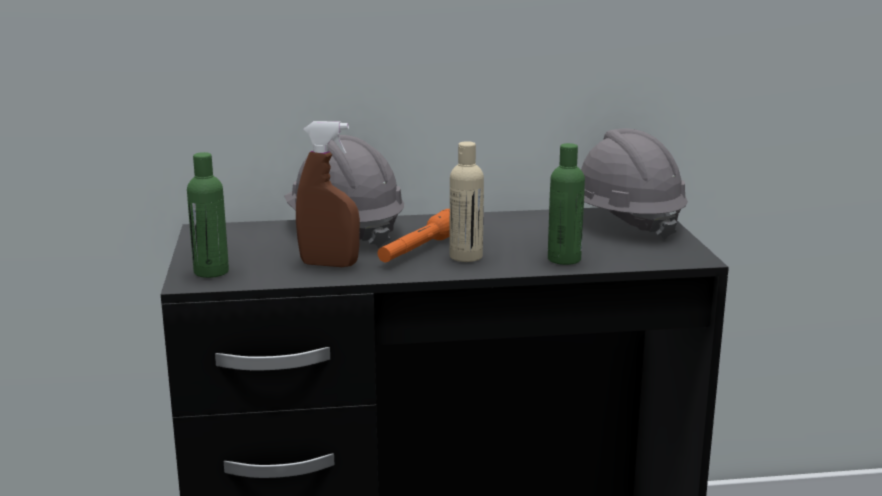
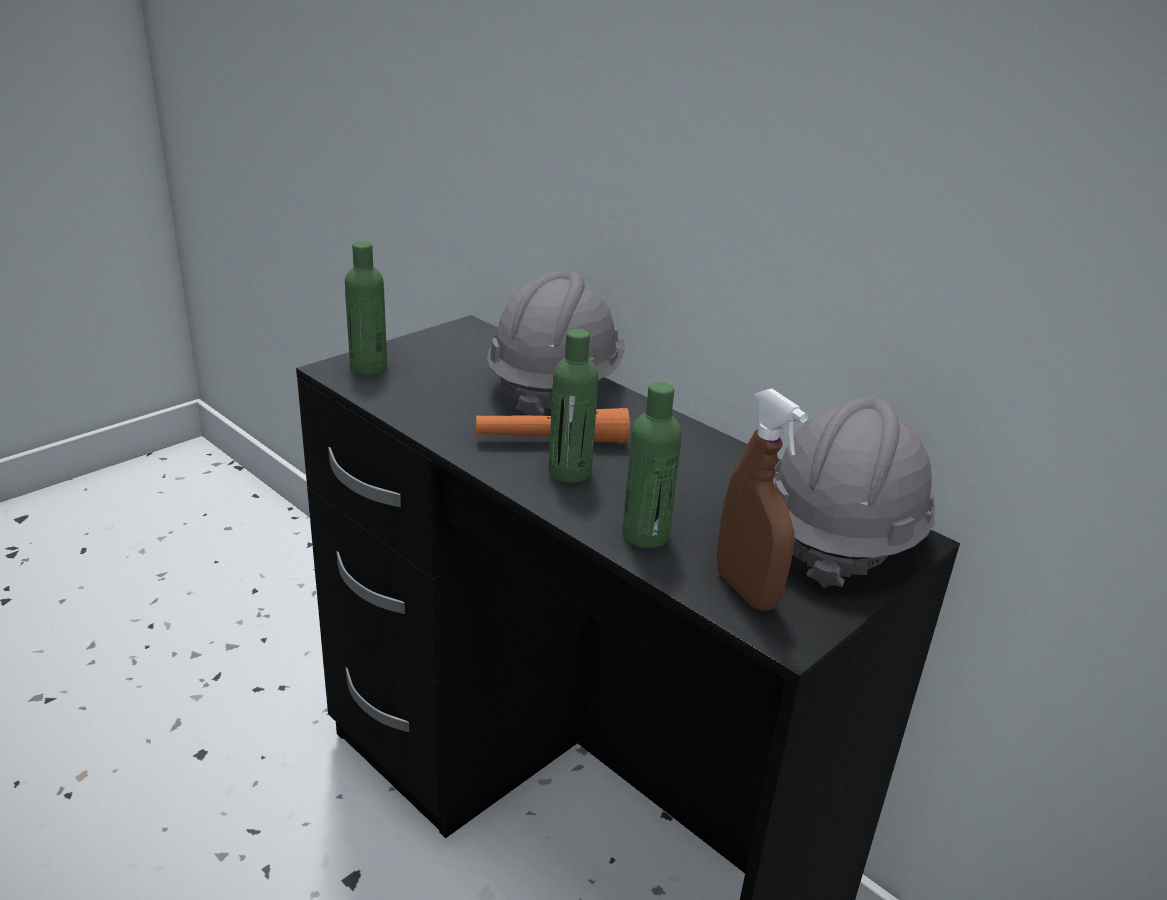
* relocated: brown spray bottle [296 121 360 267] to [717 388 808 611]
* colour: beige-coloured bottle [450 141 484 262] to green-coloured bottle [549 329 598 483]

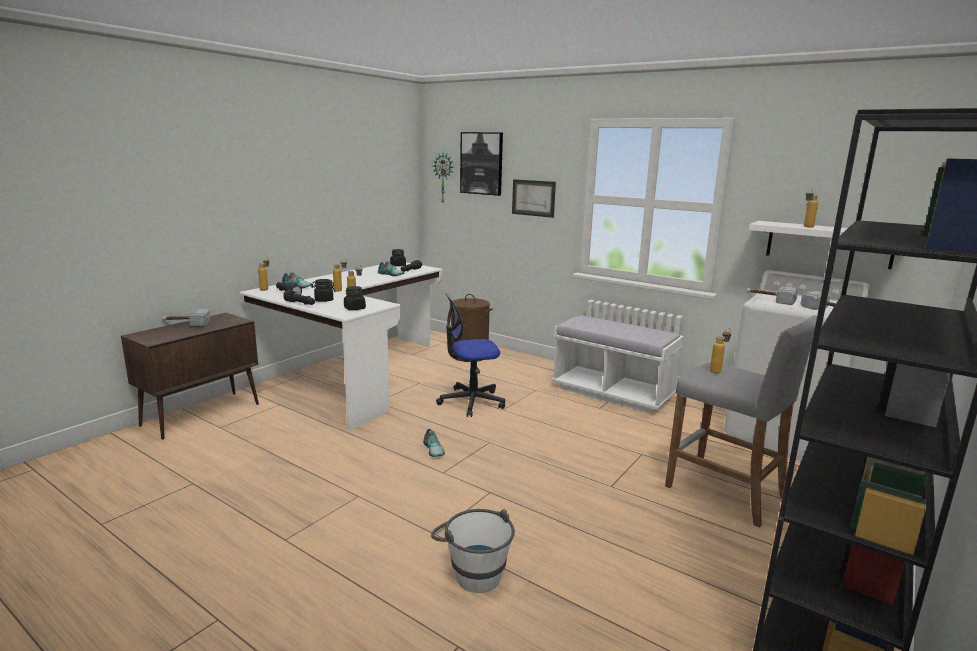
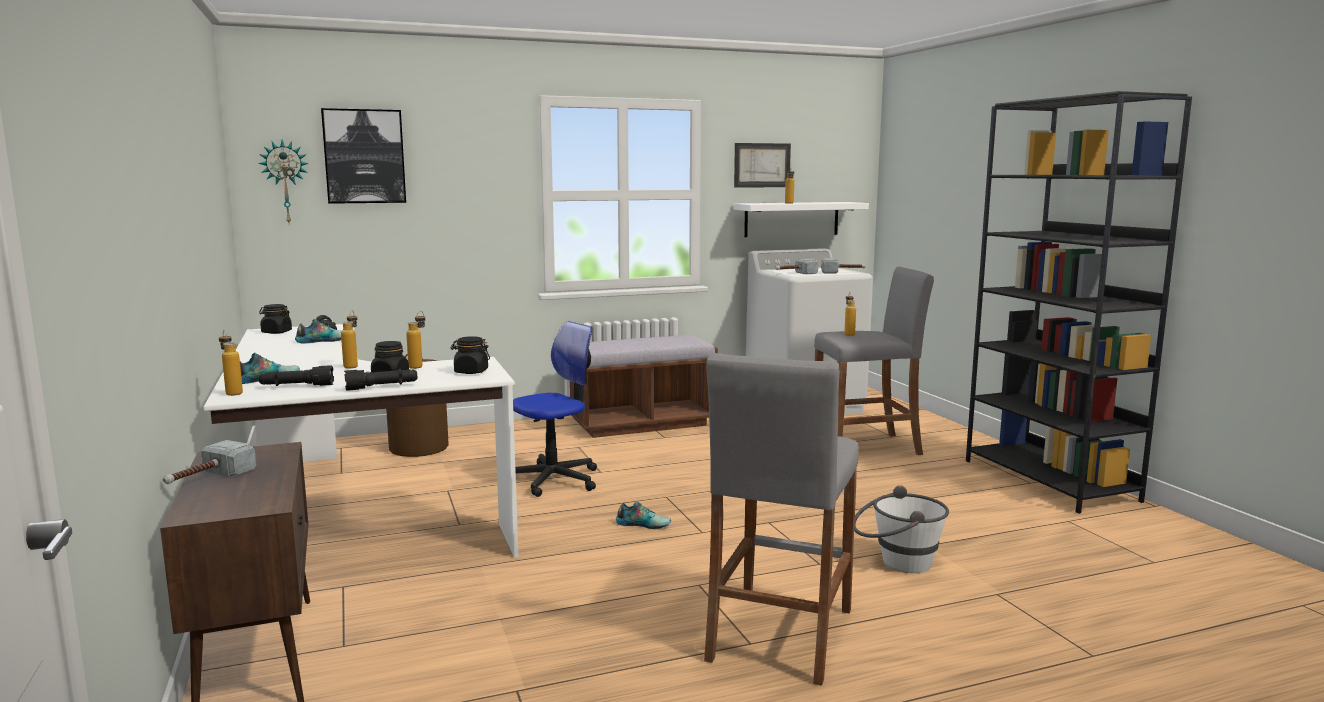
* spun: office chair [436 293 505 417] = [513 321 597 497] 150 degrees counterclockwise
* relocated: wall picture [512 179 556 218] to [734 143 791 188]
* colour: white indoor bench [552 315 684 414] to brown indoor bench [570 335 718 438]
* appeared: gray sitting stool [704 353 859 686]

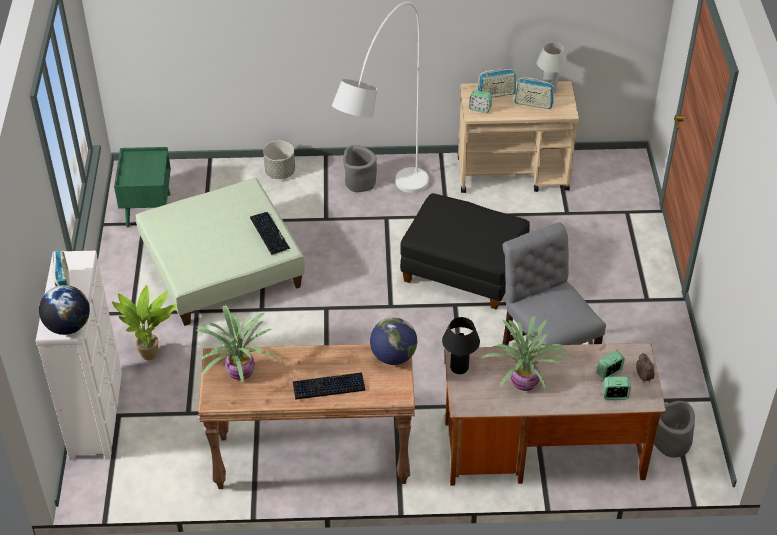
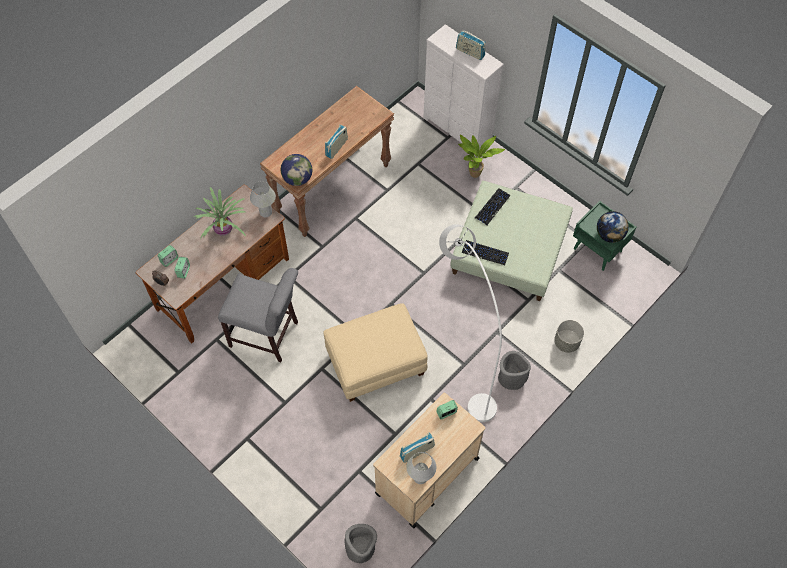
* relocated: globe [39 285 90 335] to [597 211 629 243]
* missing: houseplant [196 305 278 383]
* relocated: computer keyboard [293 372 365 400] to [475 188 511 225]
* colour: blackish ottoman [400 193 530 310] to beige-coloured ottoman [324 303 427 402]
* colour: blackish lamp for a table [442 317 480 374] to white lamp for a table [250 181 276 217]
* relocated: radio [478 69 516 98] to [325 125 348 159]
* relocated: gray planter [654 401 695 458] to [344 524 377 563]

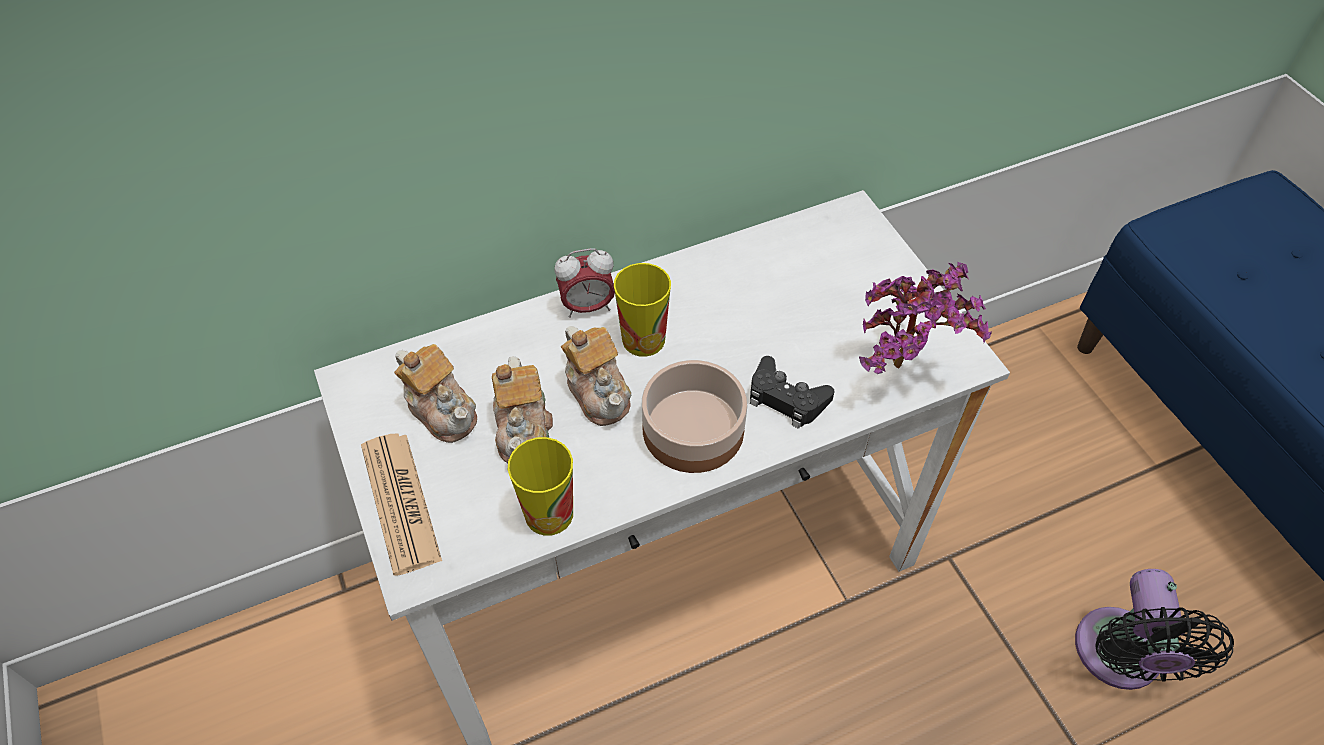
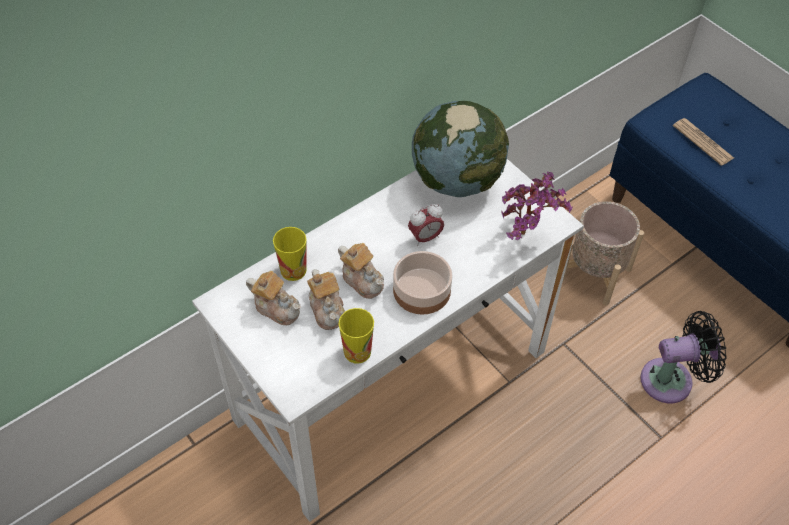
* relocated: printed paper [361 433 442 576] to [673 118 734 166]
* relocated: table clock [555 248 615 318] to [408 204 444 246]
* relocated: drinking cup [614 263 671 357] to [273 227 307 281]
* missing: blackish joypad [750 356 834 429]
* spun: blackish electric fan [1075 569 1234 690] = [640 311 727 403] 90 degrees counterclockwise
* appeared: globe [412 101 509 197]
* appeared: beige-coloured planter [563 201 644 305]

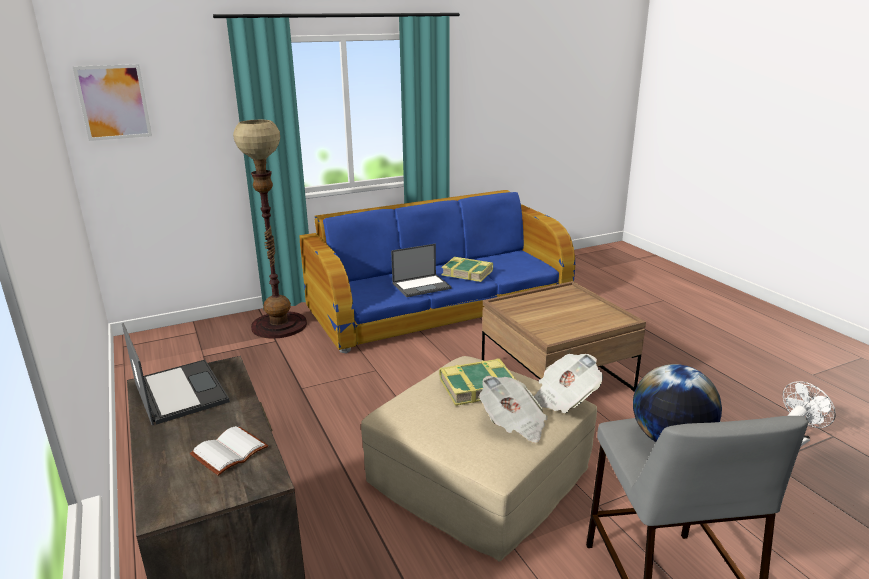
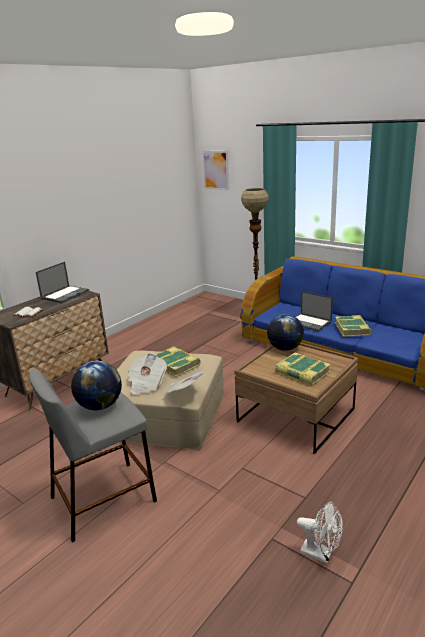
* appeared: globe [267 314 304 351]
* appeared: volume [275 352 331 385]

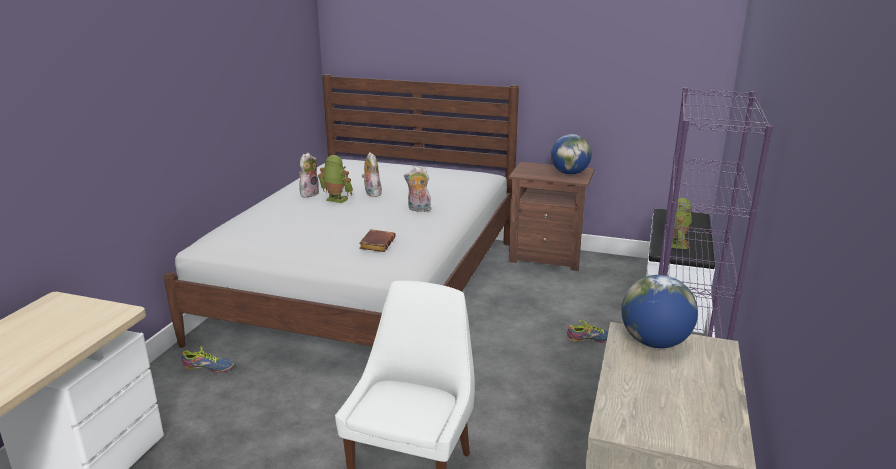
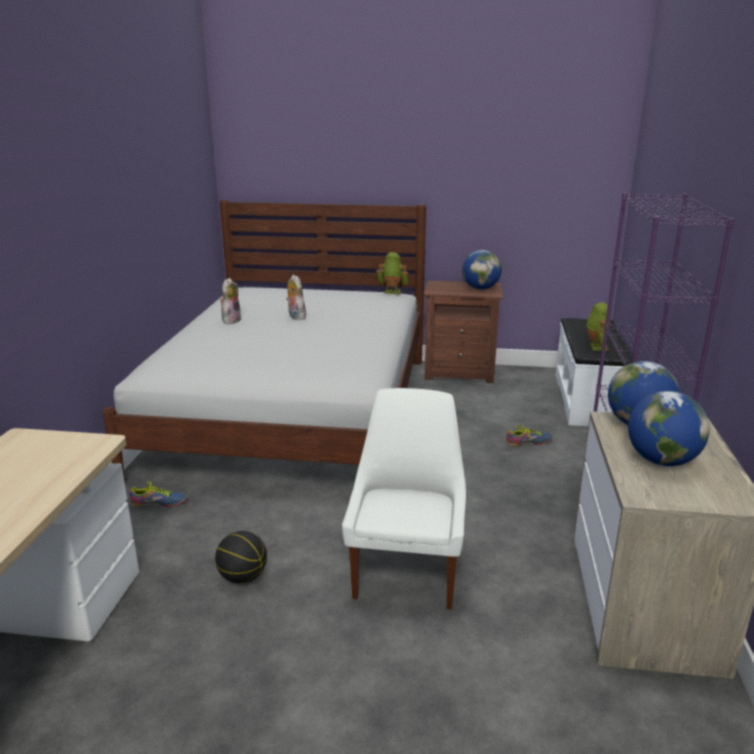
* relocated: robot figure [318 155 353 203] to [376 252 409 294]
* missing: brown volume [359 229 396 252]
* missing: cuddly toy [404 167 431 212]
* appeared: ball for basketball [215 531 267 583]
* appeared: globe [628 391 710 466]

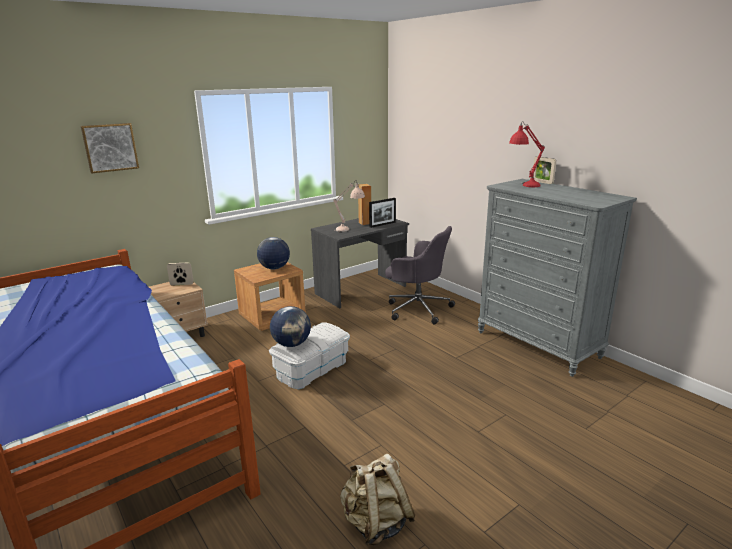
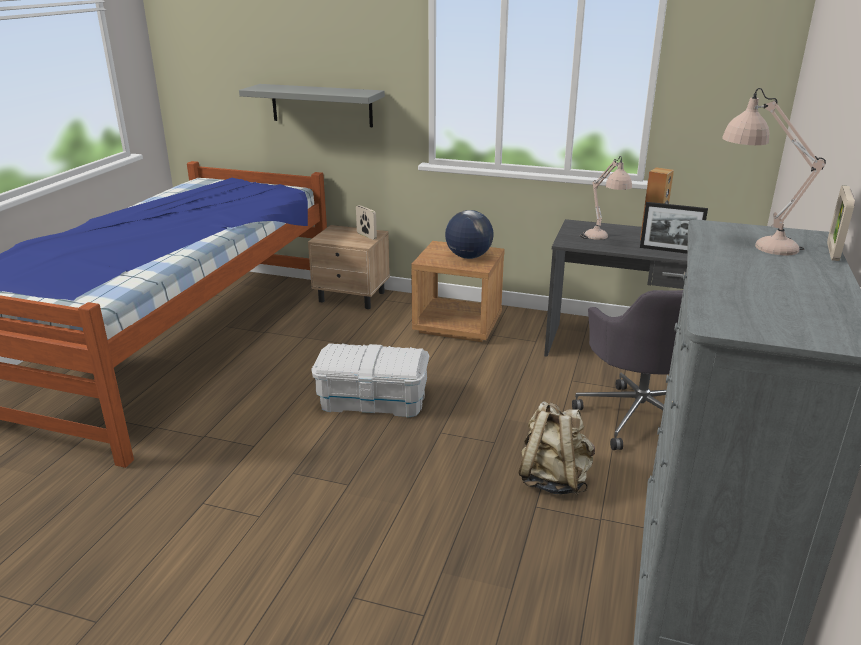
* missing: wall picture [81 123 139 173]
* missing: globe [270 306 311 347]
* relocated: beige-coloured knapsack [340 453 416 545] to [519 401 595 495]
* colour: reddish lamp for a table [509 121 545 187] to beige-coloured lamp for a table [722 88 826 256]
* appeared: gray bracket shelf [239 84 385 127]

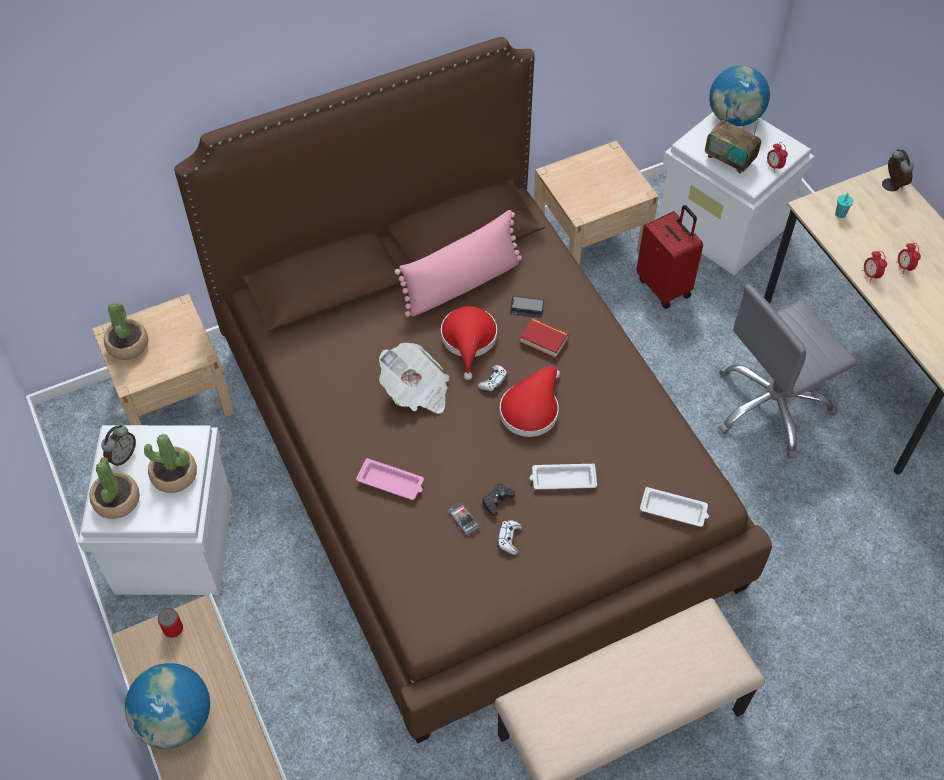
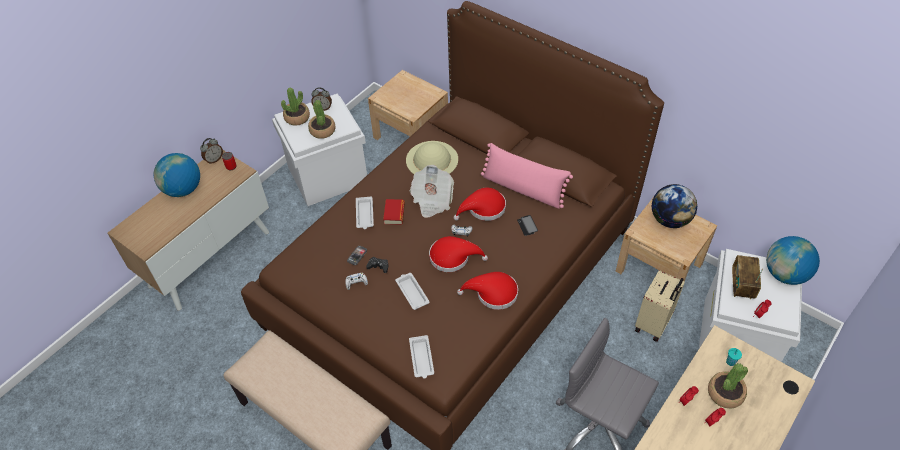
* relocated: houseplant [104 303 148 360] to [708 363 748 408]
* colour: pink tray [356 458 424 500] to white tray [356 196 374 229]
* relocated: volume [520 318 569 359] to [383 199 405 225]
* colour: reddish piece of luggage [636 205 703 309] to beige-coloured piece of luggage [635 270 685 341]
* relocated: table clock [888 149 914 189] to [200 138 223 164]
* appeared: beige-coloured hat [406 141 458 174]
* appeared: reddish hat [457 272 518 310]
* appeared: globe [652 184 697 228]

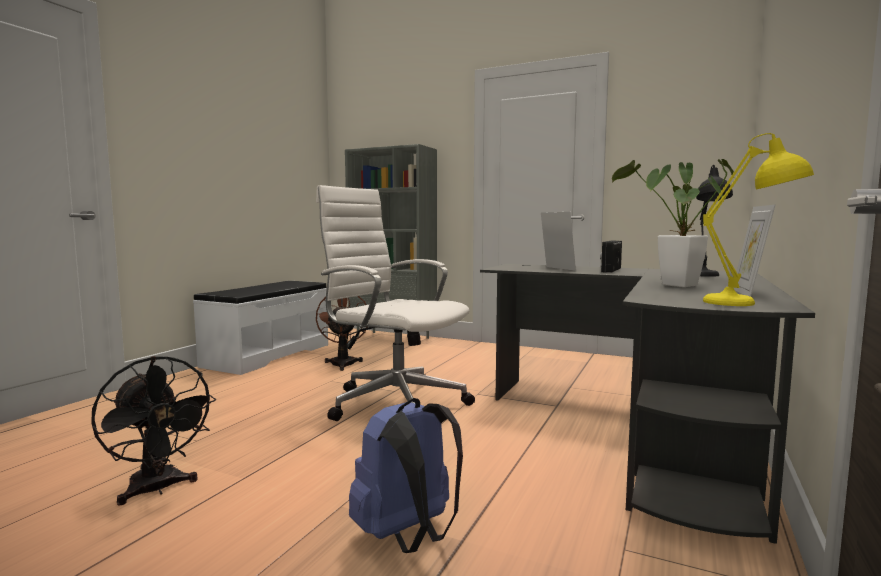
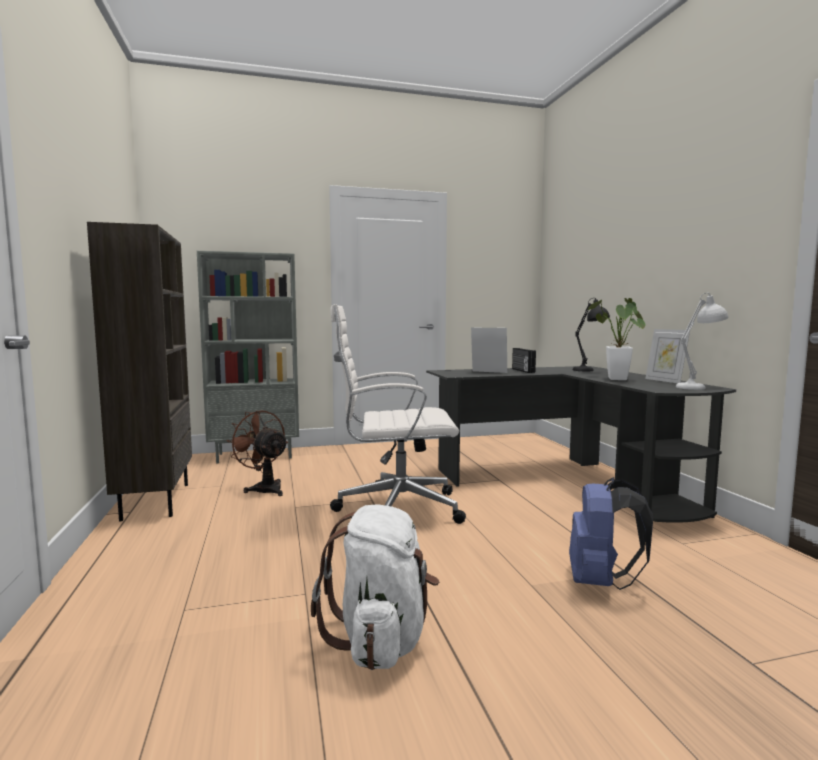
* exchanged: blackish electric fan [91 356 216 506] to white knapsack [311 504 439 670]
* exchanged: white indoor bench [193 281 328 375] to brown shelving unit [87 222 192 521]
* colour: yellow lamp for a table [703 133 814 306] to white lamp for a table [676 293 728 390]

